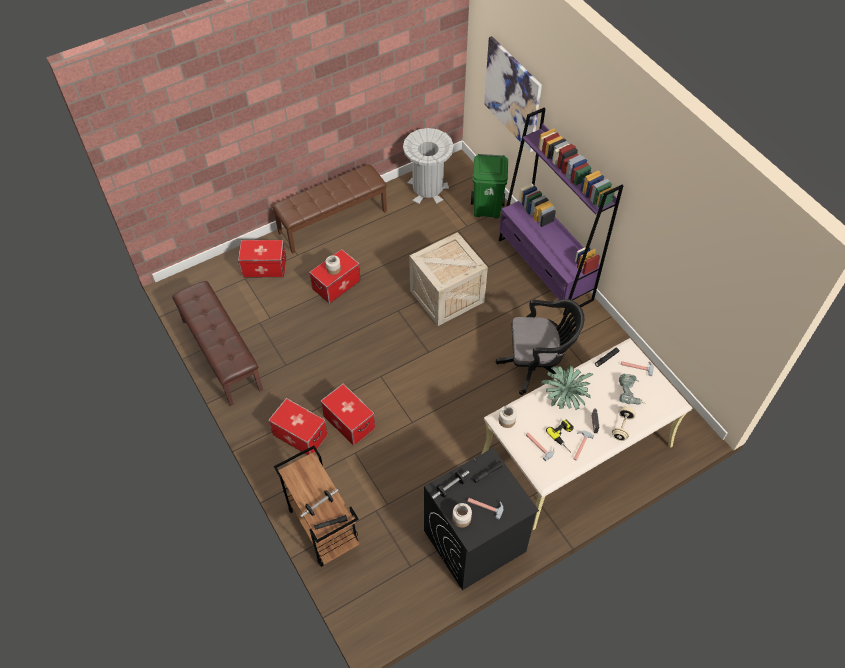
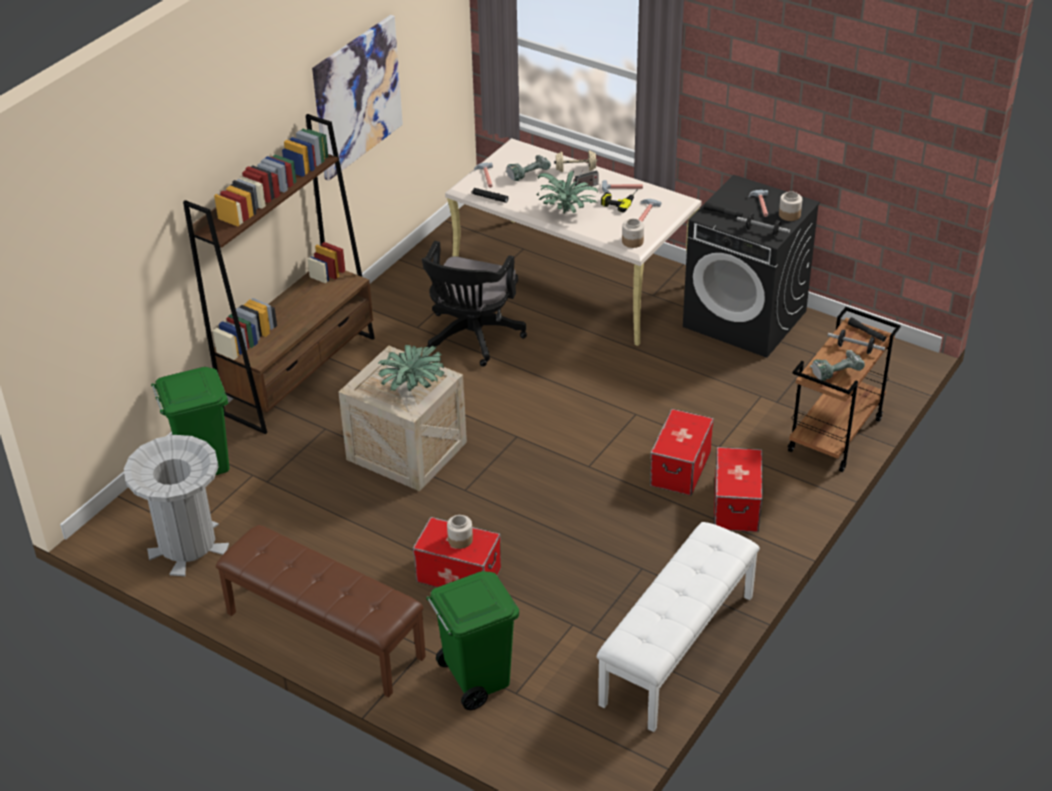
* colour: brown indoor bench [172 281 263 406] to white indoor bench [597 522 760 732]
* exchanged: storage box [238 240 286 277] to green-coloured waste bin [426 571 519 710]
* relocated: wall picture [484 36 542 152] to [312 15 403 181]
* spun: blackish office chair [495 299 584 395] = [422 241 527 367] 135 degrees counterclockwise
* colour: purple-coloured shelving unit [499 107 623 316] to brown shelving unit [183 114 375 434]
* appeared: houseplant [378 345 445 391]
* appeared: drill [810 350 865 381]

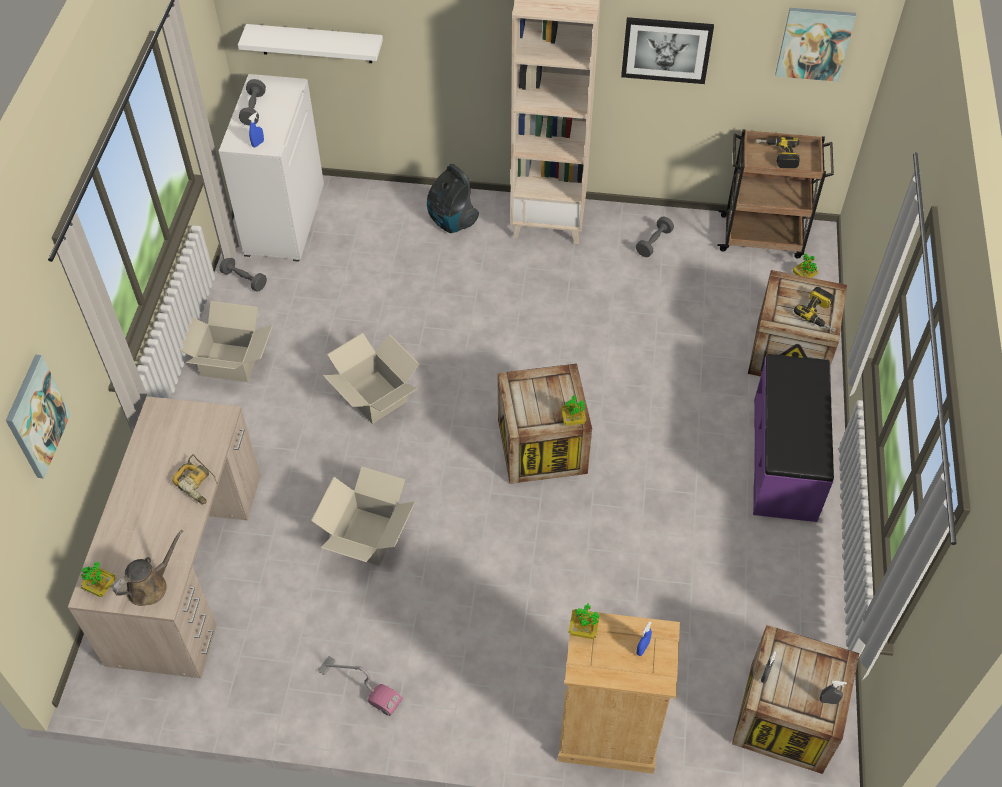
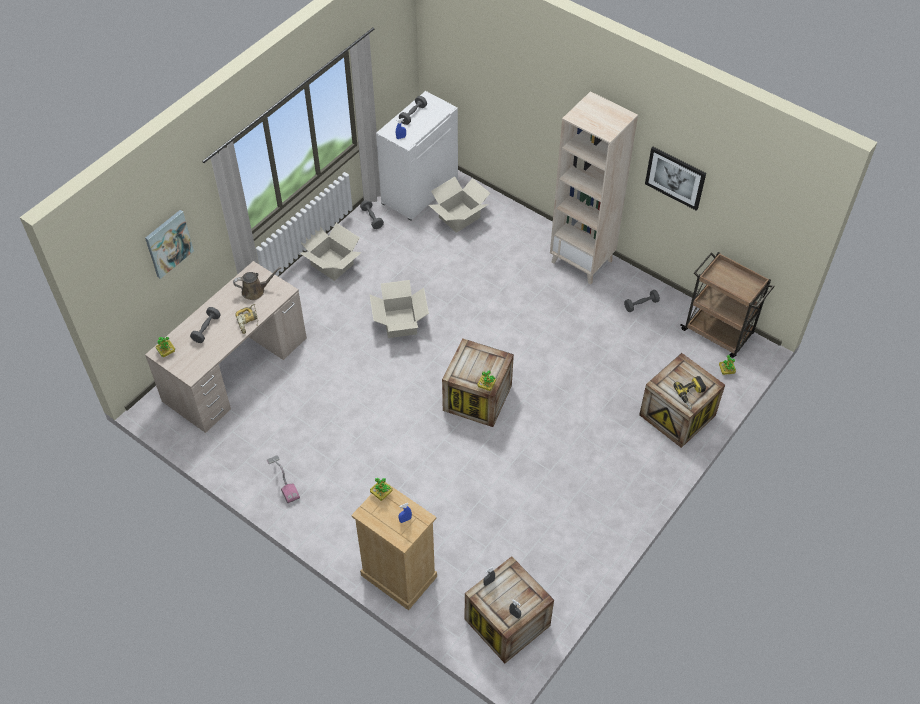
* relocated: brown sprinkling can [113 530 183 606] to [233 267 281 300]
* missing: white bracket shelf [238 24 383 63]
* relocated: carton [311 467 415 566] to [429 177 490 233]
* missing: vacuum [427 164 479 233]
* missing: purple-coloured indoor bench [753 354 834 522]
* missing: drill [756 137 800 168]
* missing: wall picture [776 8 856 82]
* appeared: gray free weight [190 307 221 343]

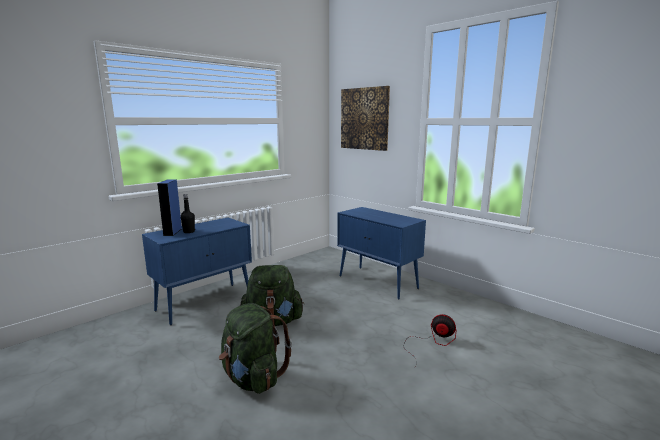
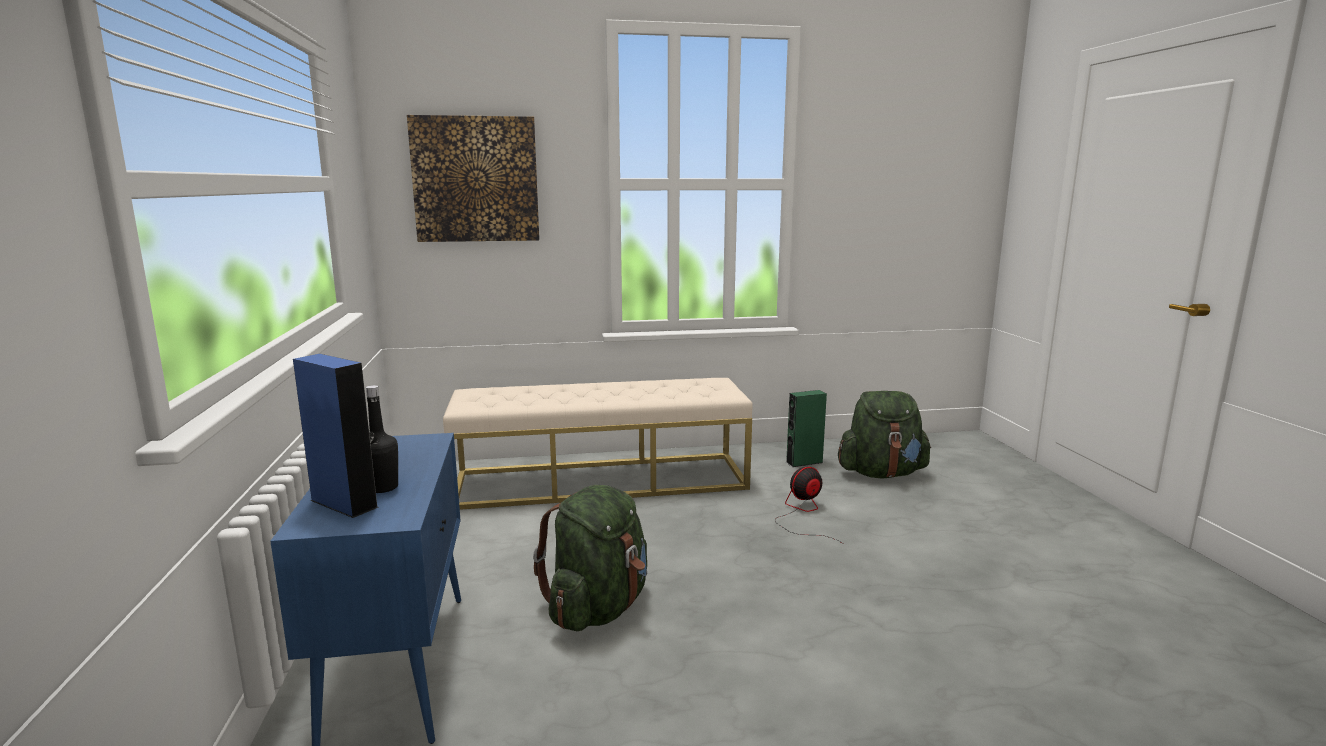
* relocated: green-coloured knapsack [219 303 292 394] to [838 391 931 478]
* exchanged: blue-coloured cabinet [337 207 426 300] to beige-coloured indoor bench [443 378 753 510]
* appeared: green-coloured speaker [786 390 827 467]

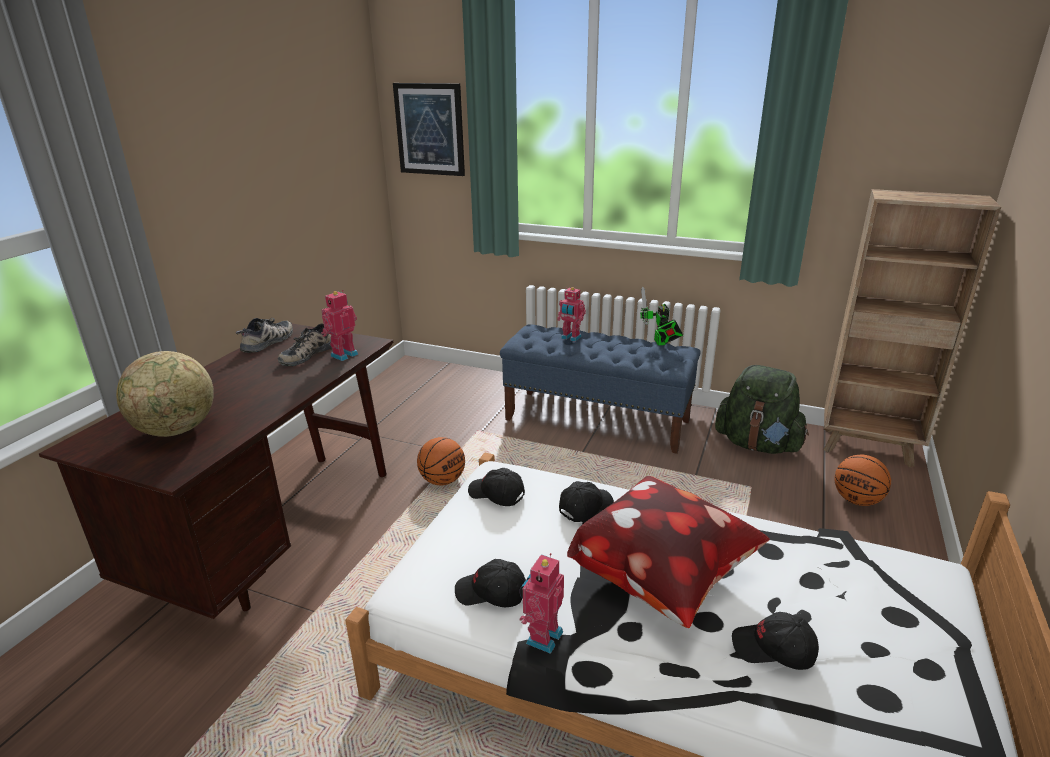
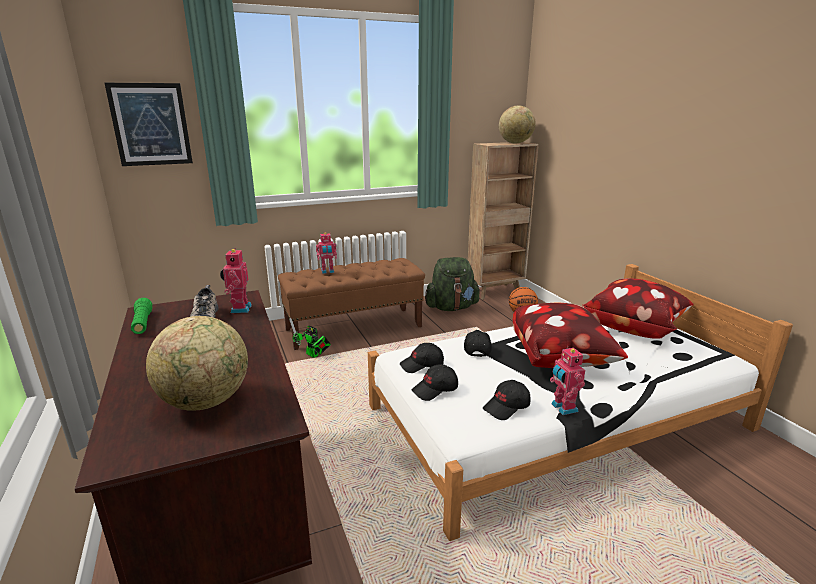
* exchanged: low shoe [236 318 293 353] to green-coloured flashlight [131 298 152 334]
* missing: ball for basketball [417 437 465 485]
* colour: blue-coloured indoor bench [500 324 701 454] to brown indoor bench [278 258 425 350]
* relocated: robot figure [640 286 683 345] to [289 318 331 358]
* relocated: blackish cap [732 612 819 670] to [412 364 458 401]
* appeared: globe [499 105 536 143]
* appeared: throw pillow [583 278 694 339]

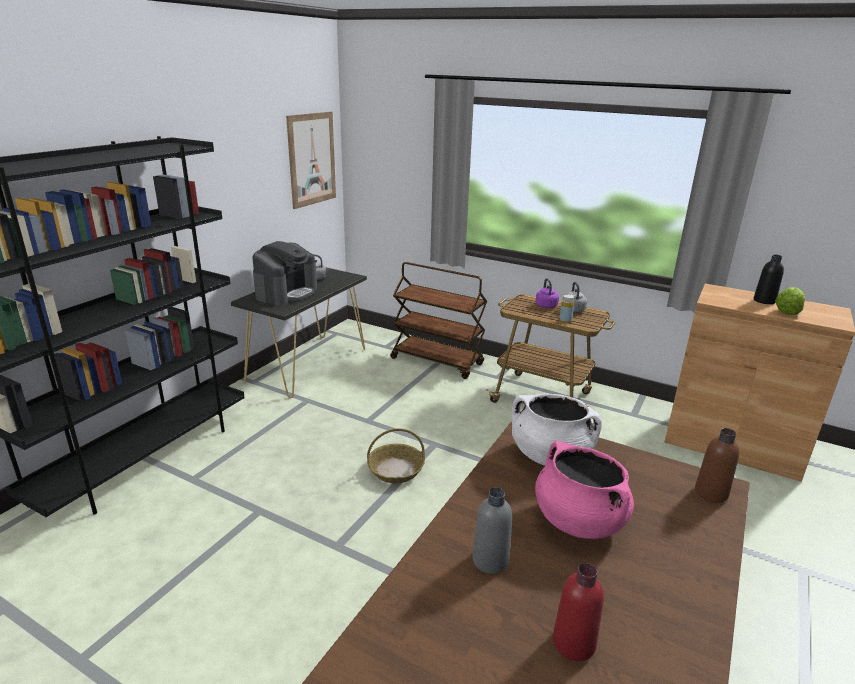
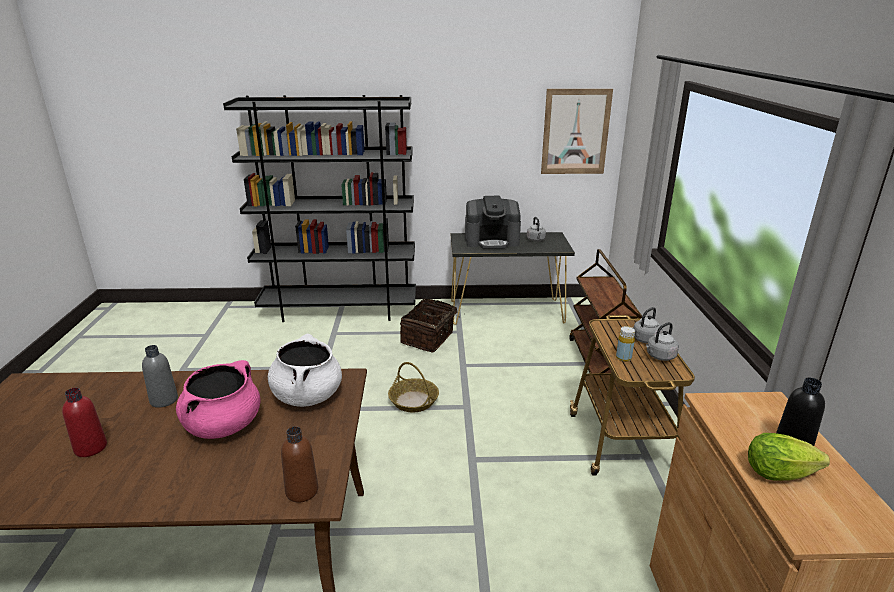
* colour: purple-coloured kettle [536 278 559 308] to gray kettle [634 307 663 344]
* appeared: household basket [400 298 460 352]

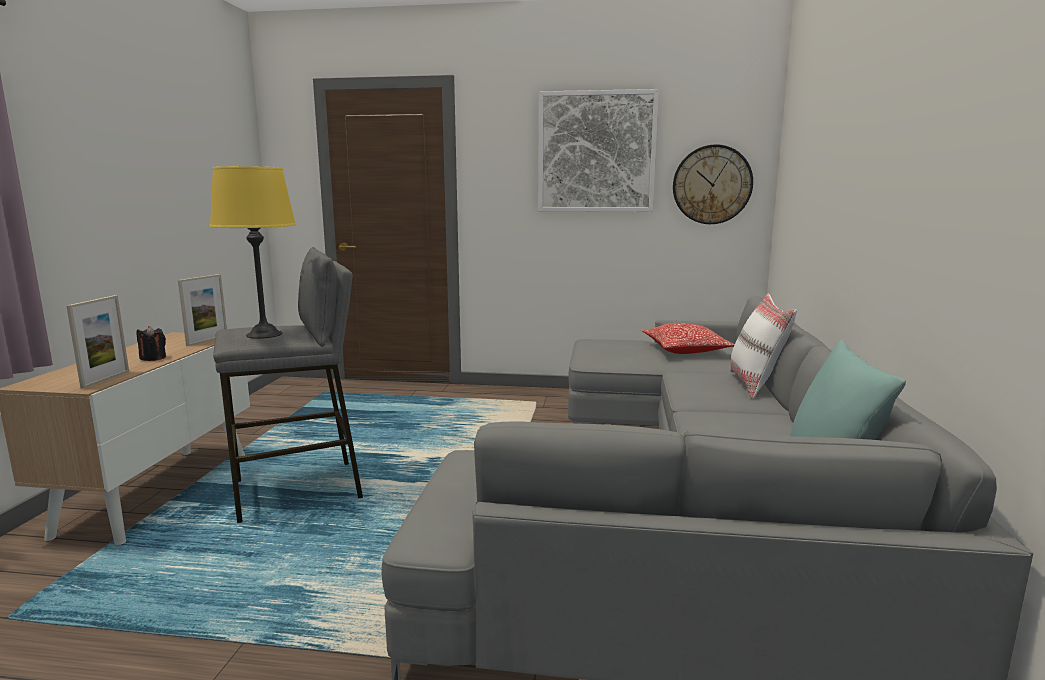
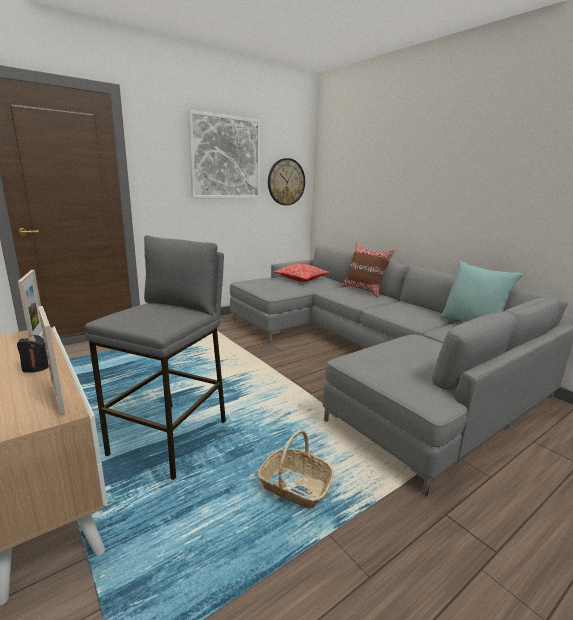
* missing: yellow lamp for a table [210 166 296 339]
* colour: white throw pillow [730 294 797 399] to brown throw pillow [342 243 395 297]
* appeared: household basket [258 430 334 509]

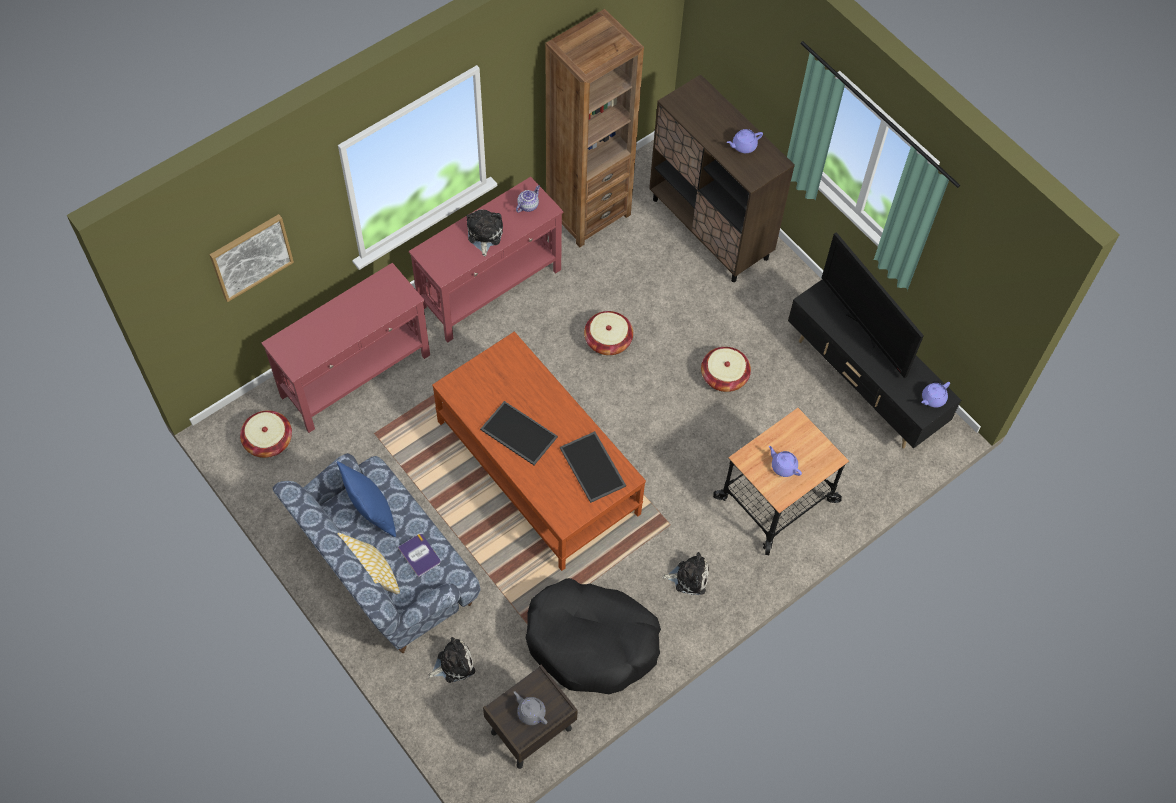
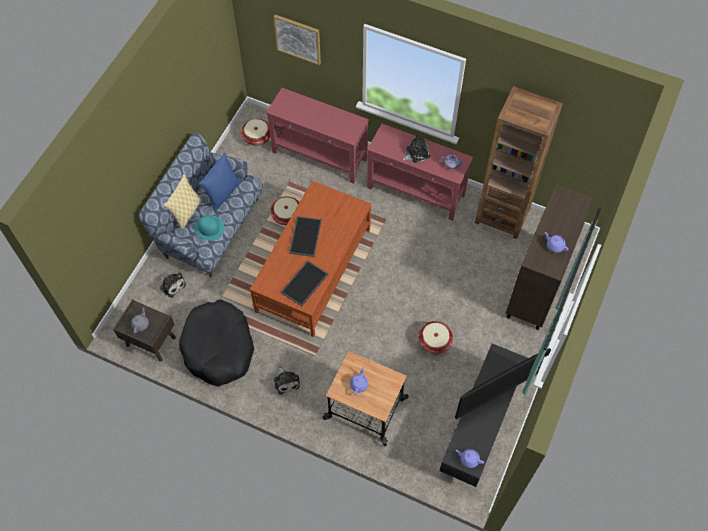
* exchanged: volume [398 534 440 577] to turquoise hat [194 215 225 240]
* relocated: household basket [584 311 633 355] to [270 197 300 225]
* spun: TV set [822 232 924 378] = [455 348 551 419] 150 degrees counterclockwise

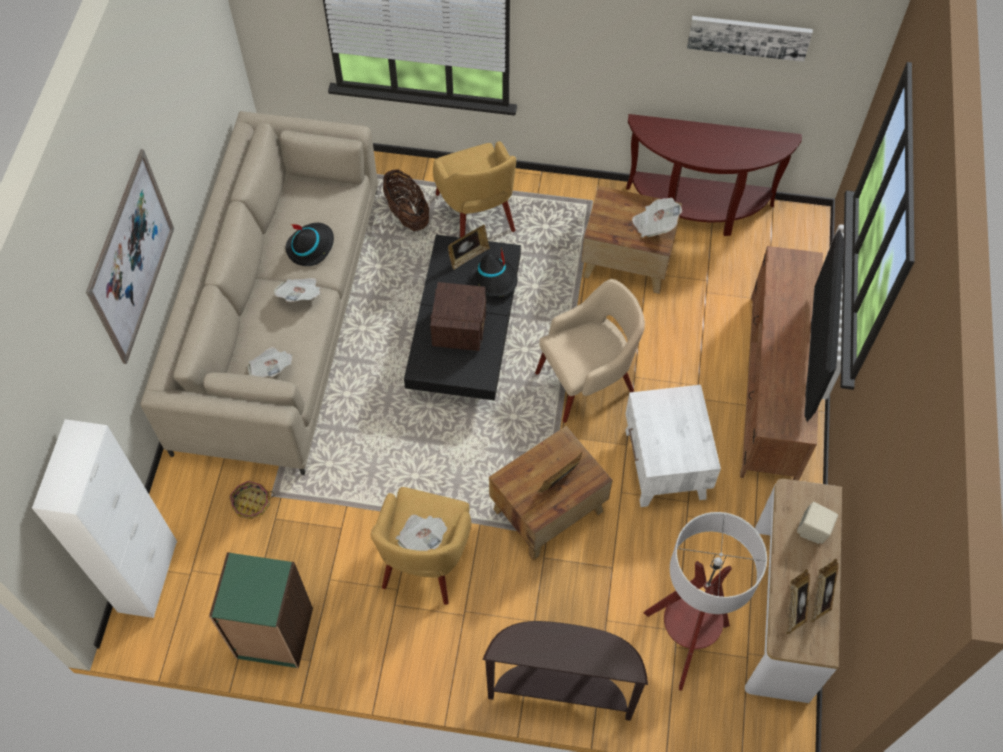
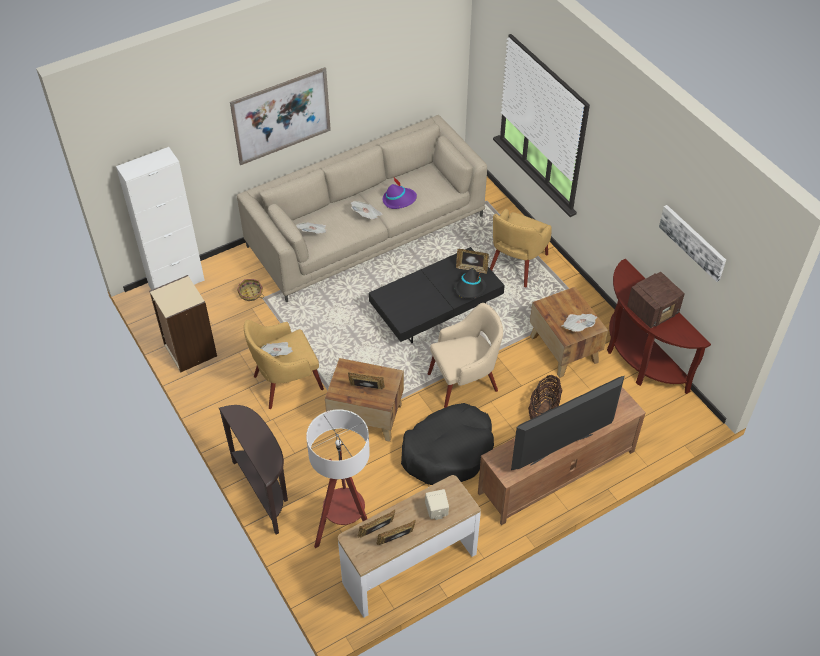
* colour: green-coloured shelving unit [209 552 313 668] to beige-coloured shelving unit [149 275 217 373]
* colour: blackish hat [286 223 334 266] to purple-coloured hat [382 178 417 209]
* relocated: household basket [383 169 429 231] to [528 375 562 420]
* relocated: radio [430 282 487 351] to [627 272 685 329]
* spun: beige-coloured easy chair [535 279 645 423] = [428 303 503 408] 45 degrees counterclockwise
* exchanged: white accent table [625 385 721 507] to blackish pet bed [401 403 494 485]

